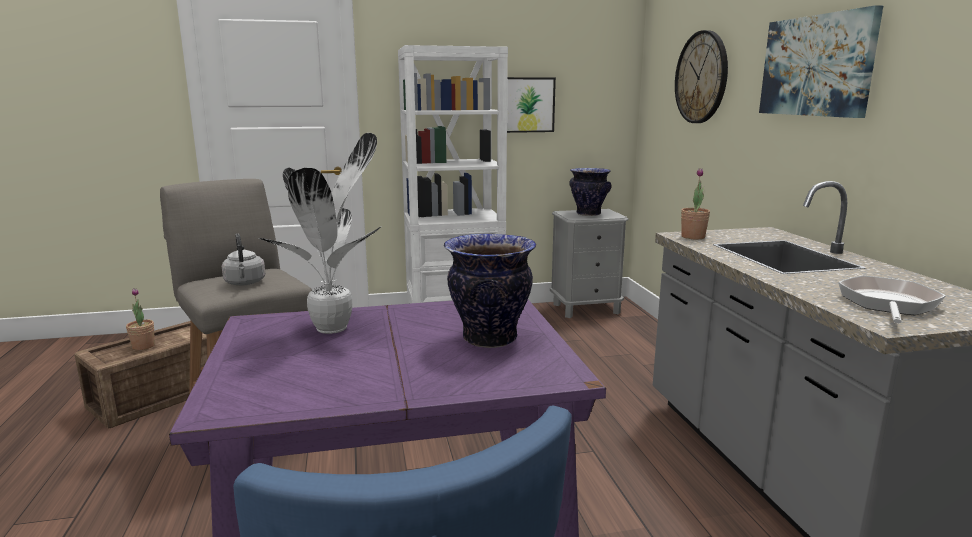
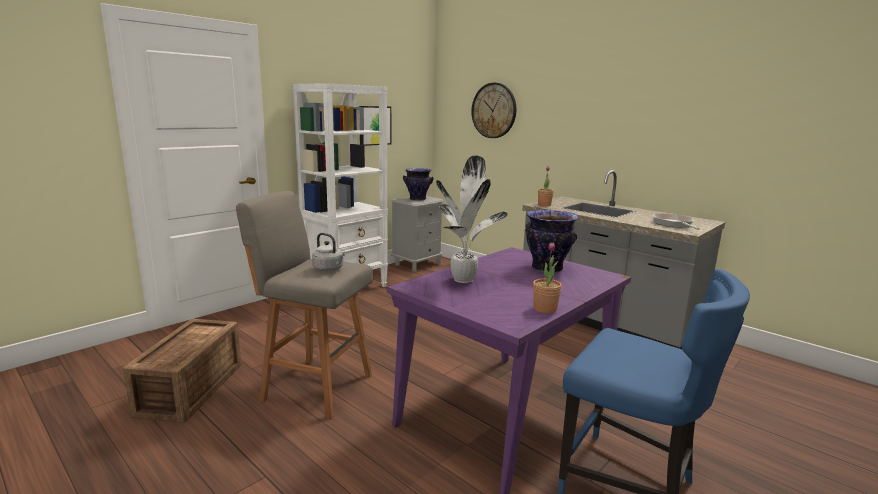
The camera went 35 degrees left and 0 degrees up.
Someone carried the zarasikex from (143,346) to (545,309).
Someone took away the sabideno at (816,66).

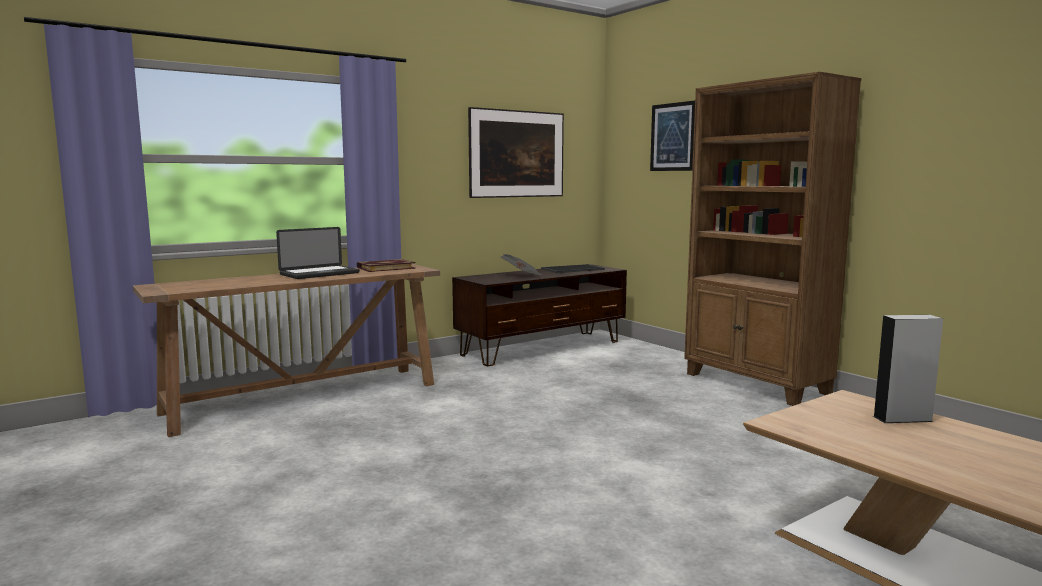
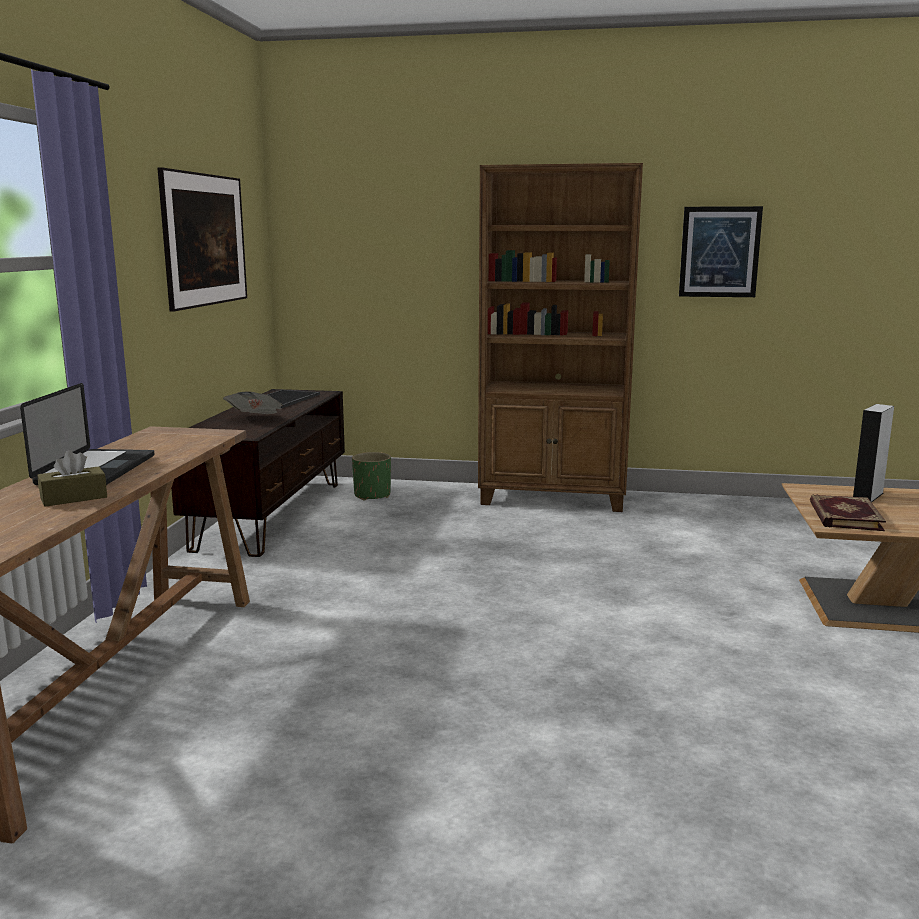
The camera went 45 degrees left and 5 degrees up.
Someone carried the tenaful from (385,268) to (843,516).
Someone carried the sabideno from (673,137) to (719,252).
Someone put down the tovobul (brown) at (74,498).
Someone put down the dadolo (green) at (372,495).

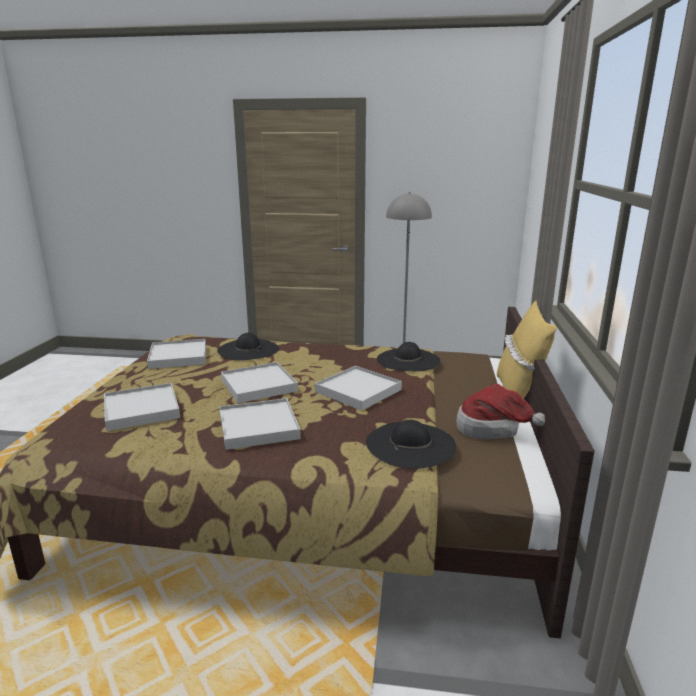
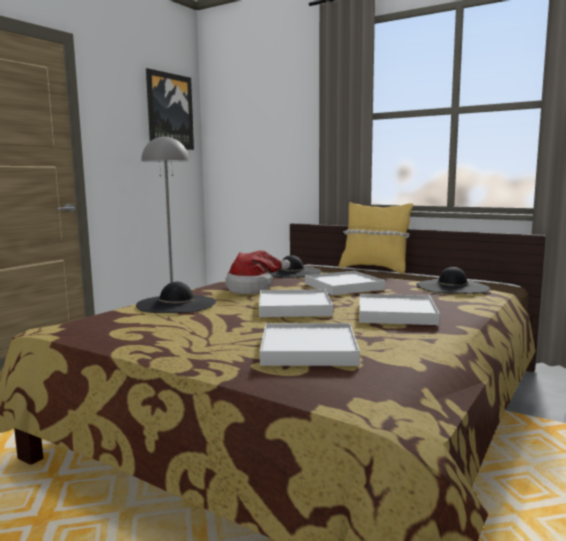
The camera went 65 degrees left and 10 degrees down.
Someone took away the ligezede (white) at (178,356).
Someone carried the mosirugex from (492,429) to (252,288).
Someone put up the sabideno at (169,111).

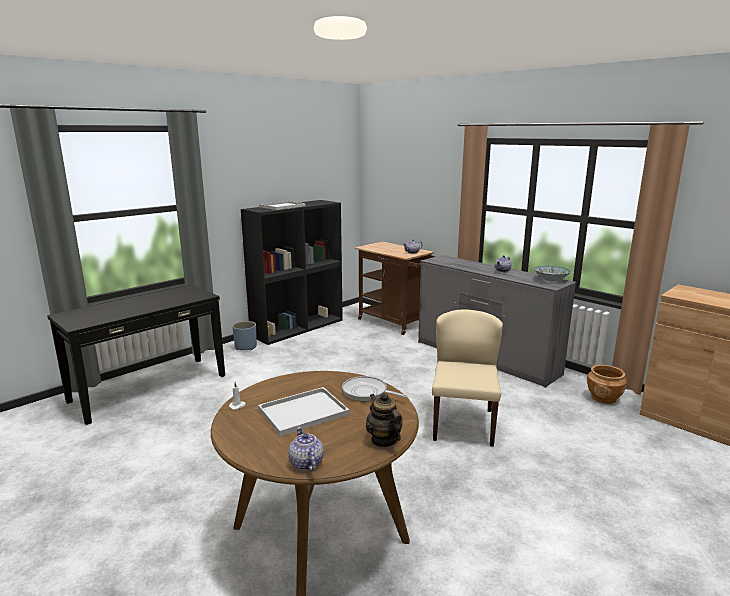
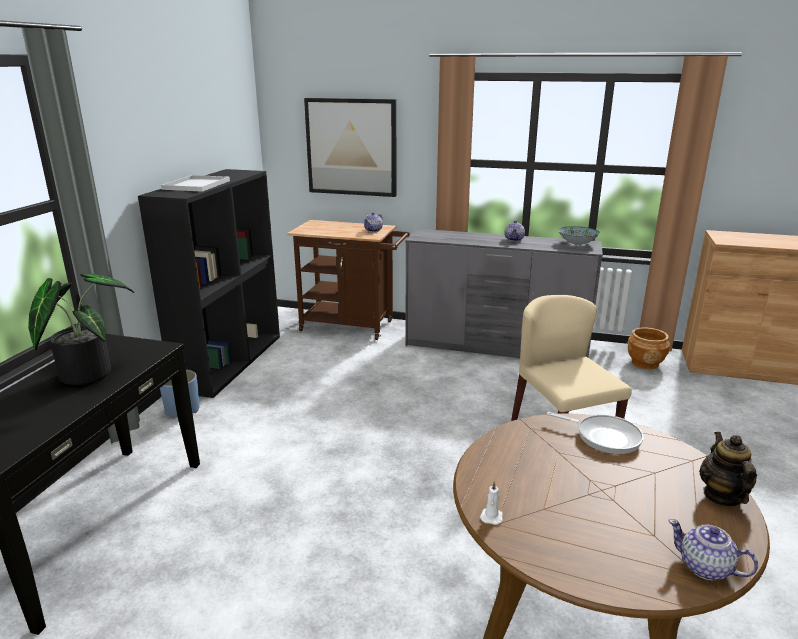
The camera went 30 degrees left and 5 degrees up.
Someone took away the ligezede (white) at (302,413).
Someone rotated the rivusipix at (367,392) by 150 degrees counterclockwise.
Someone rotated the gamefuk at (383,440) by 60 degrees clockwise.
Someone put down the zarasikex at (86,372).
Someone put up the sabideno at (351,147).

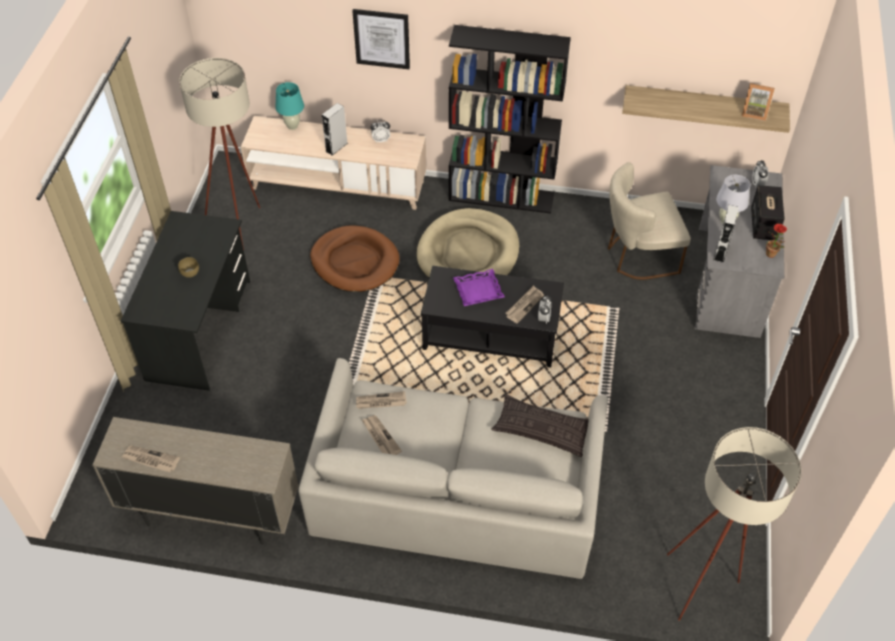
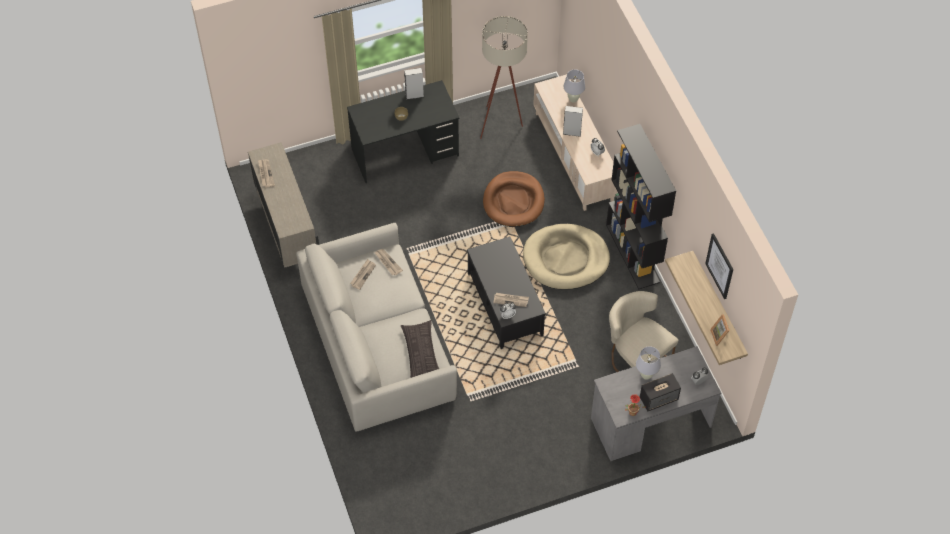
The camera went 60 degrees right and 5 degrees up.
Someone repainted the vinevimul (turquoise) at (292,126), which became the vinevimul (white) at (573,99).
Someone carried the sabideno from (382,38) to (720,266).
Someone took away the ligezede (purple) at (478,291).
Someone took away the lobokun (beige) at (704,585).
Someone carried the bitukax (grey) from (720,252) to (414,95).

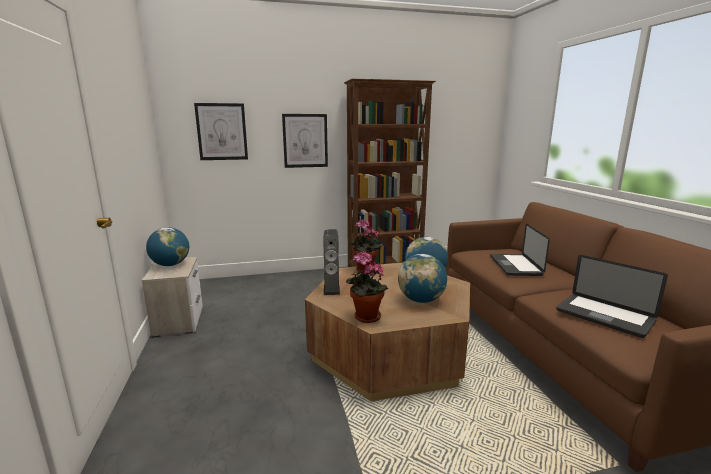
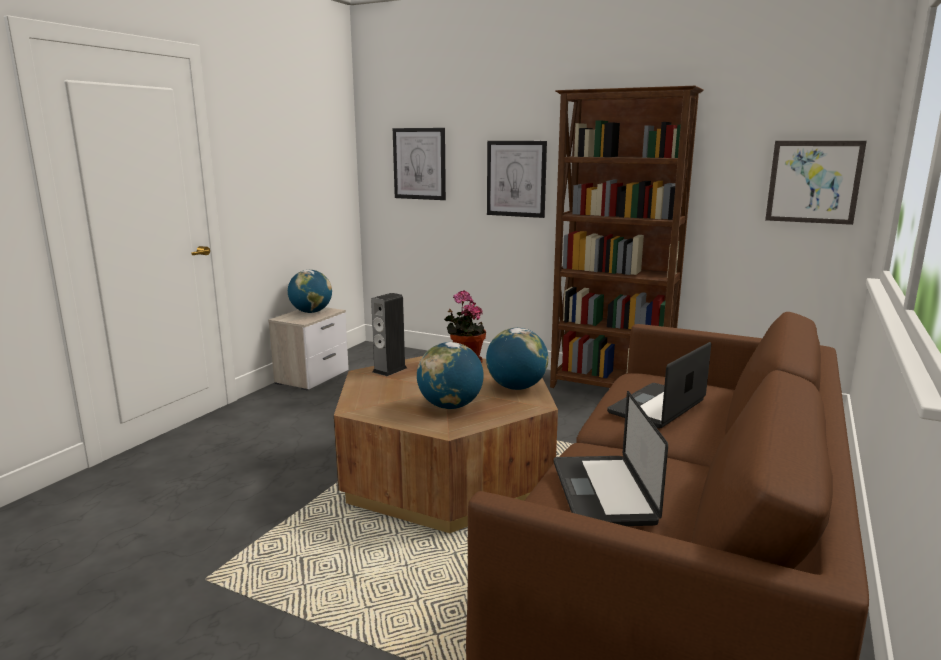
The camera went 40 degrees right and 0 degrees up.
Someone took away the zarasikex at (365,317).
Someone put up the sabideno at (813,182).

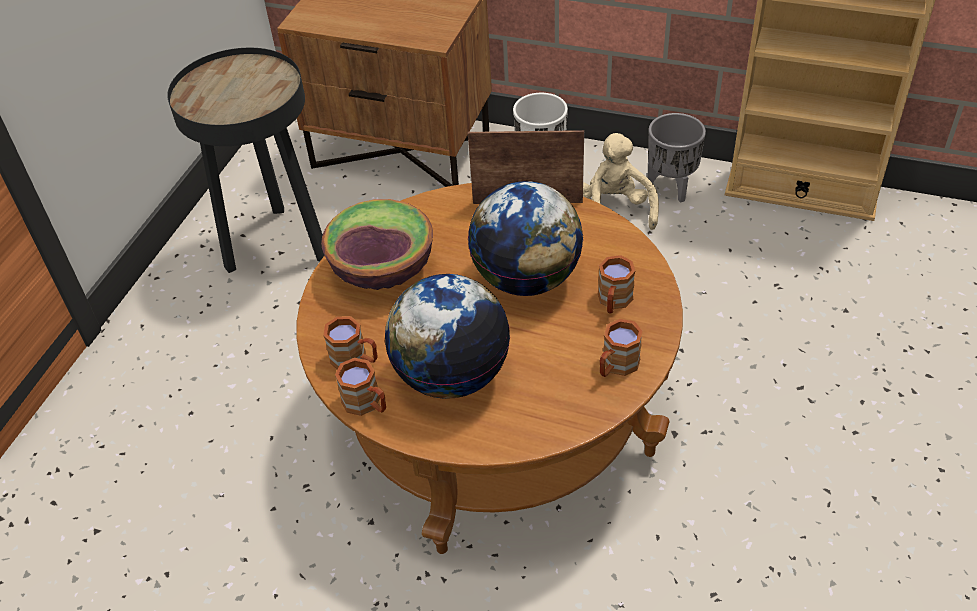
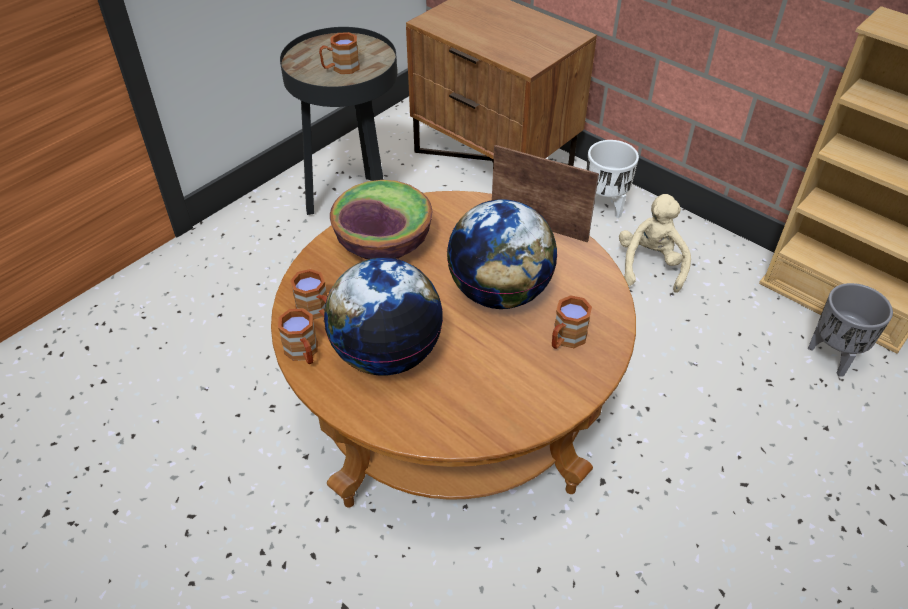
The camera went 20 degrees right and 0 degrees up.
Someone carried the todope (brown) from (616,366) to (340,68).
Someone carried the dadolo (grey) from (671,187) to (834,356).

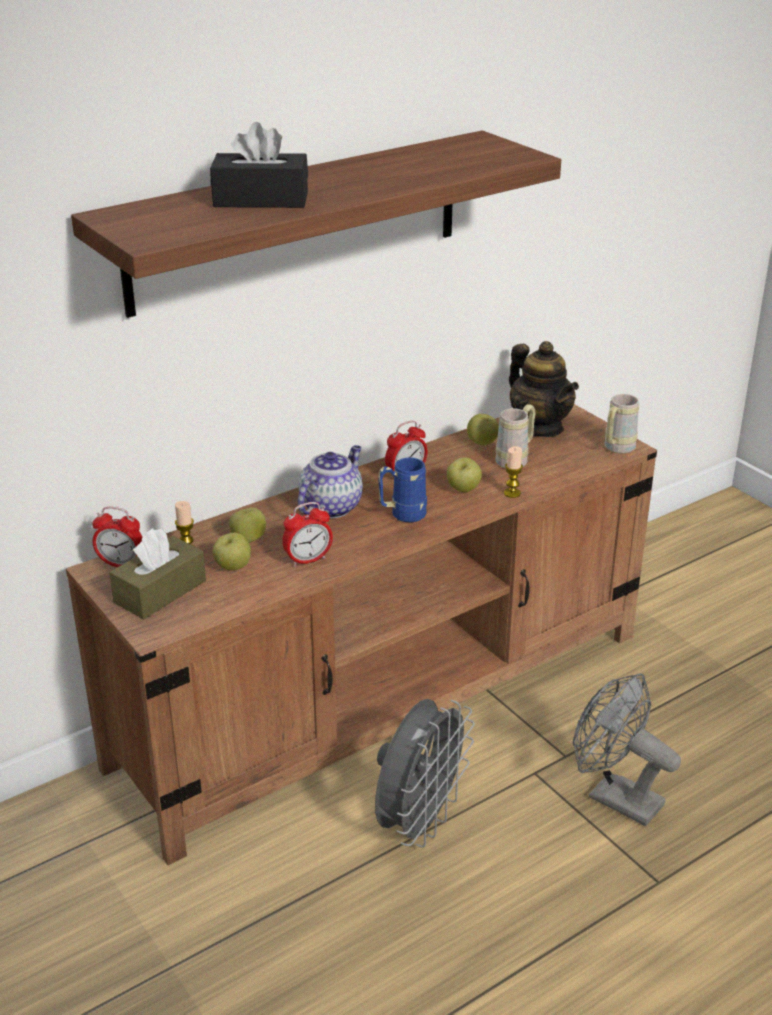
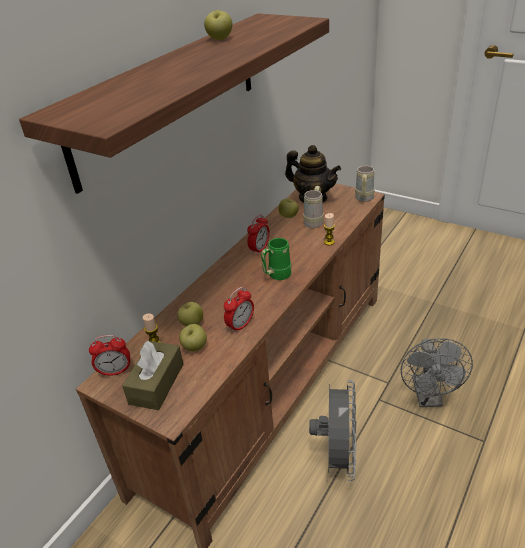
The camera went 20 degrees left and 5 degrees up.
Someone took away the tovobul (black) at (261,199).
Someone took away the gamefuk at (331,506).
Someone repainted the todope (blue) at (402,515), which became the todope (green) at (276,276).
Someone carried the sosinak from (463,490) to (220,39).
Someone rotated the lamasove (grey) at (614,797) by 105 degrees counterclockwise.

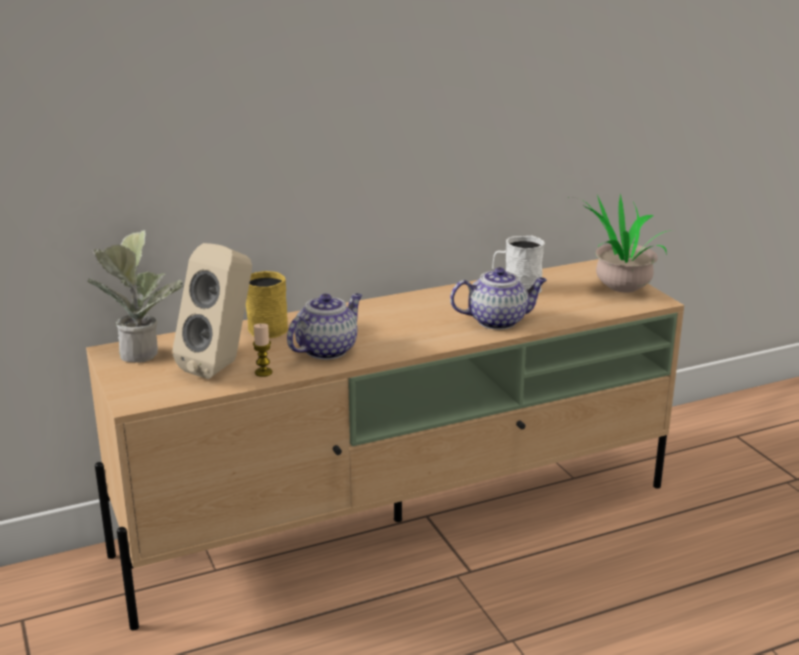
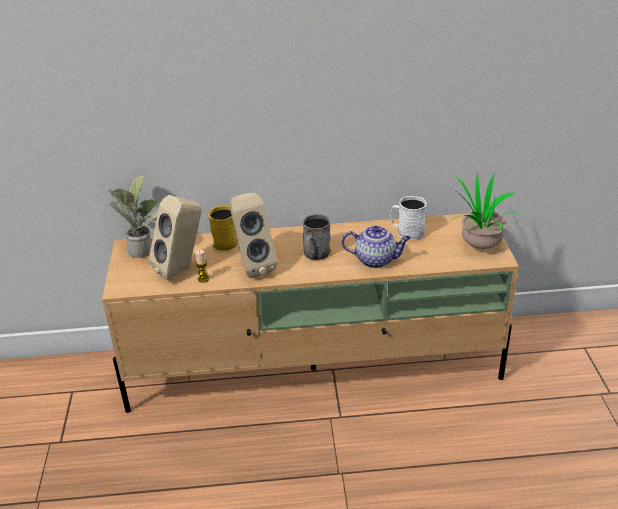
The camera went 20 degrees right and 10 degrees up.
Someone swapped the gamefuk at (327,350) for the bitukax (beige) at (251,266).
Someone put down the todope (grey) at (315,254).

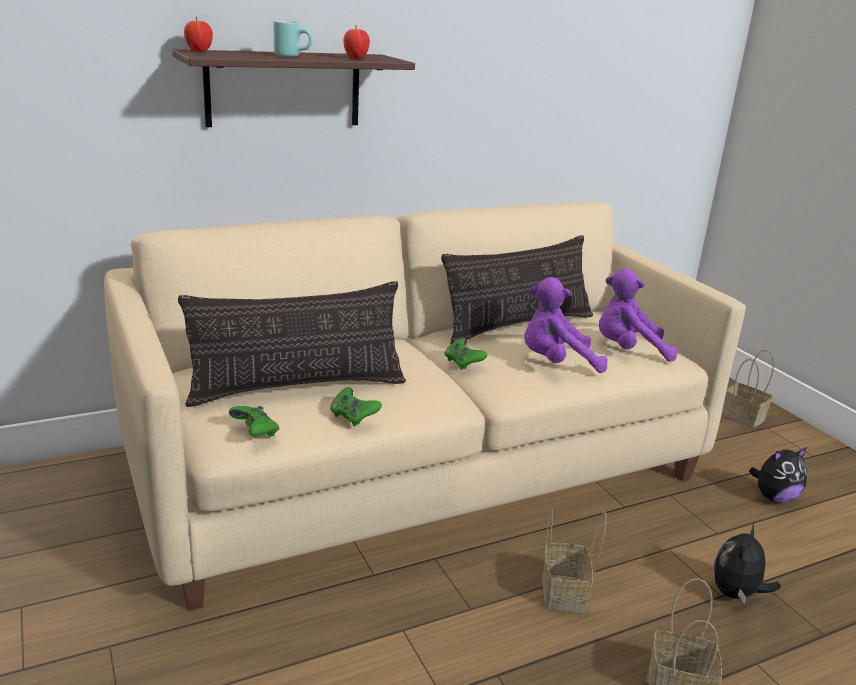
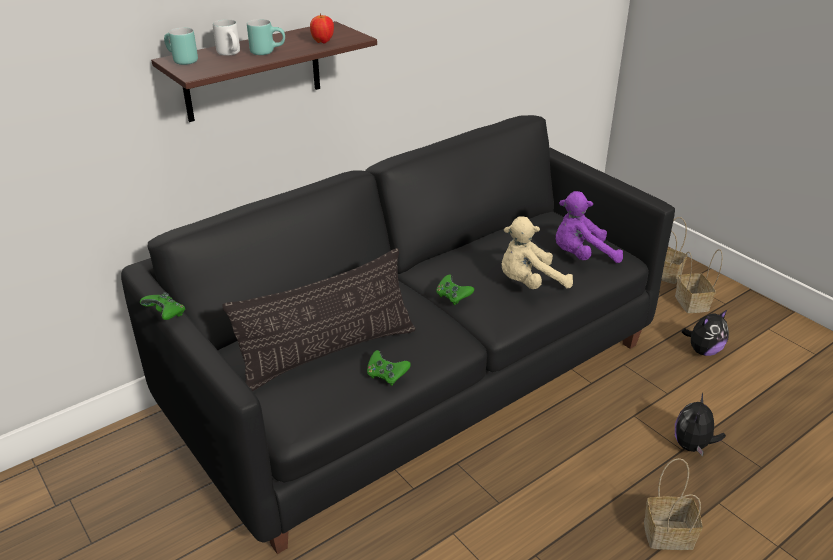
The camera went 10 degrees left and 10 degrees up.
Someone repainted the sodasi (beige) at (420,466), which became the sodasi (black) at (416,376).
Someone swapped the sosinak at (199,51) for the todope (turquoise) at (180,61).
Someone carried the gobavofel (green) from (256,433) to (166,315).
Someone took away the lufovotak at (518,326).
Someone repainted the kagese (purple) at (556,363), which became the kagese (beige) at (529,283).
Someone carried the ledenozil from (564,594) to (693,304).
Someone put down the todope (white) at (232,54).

